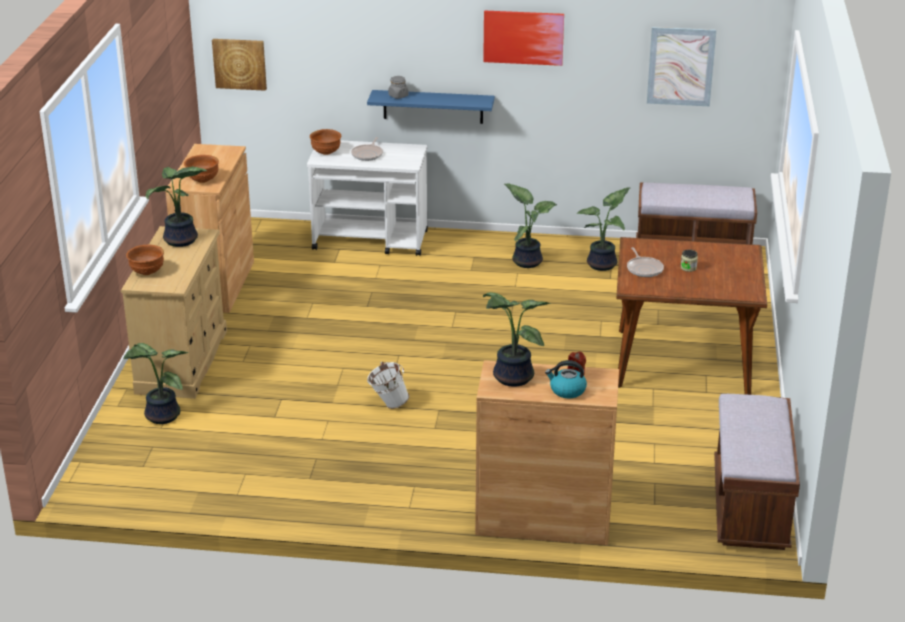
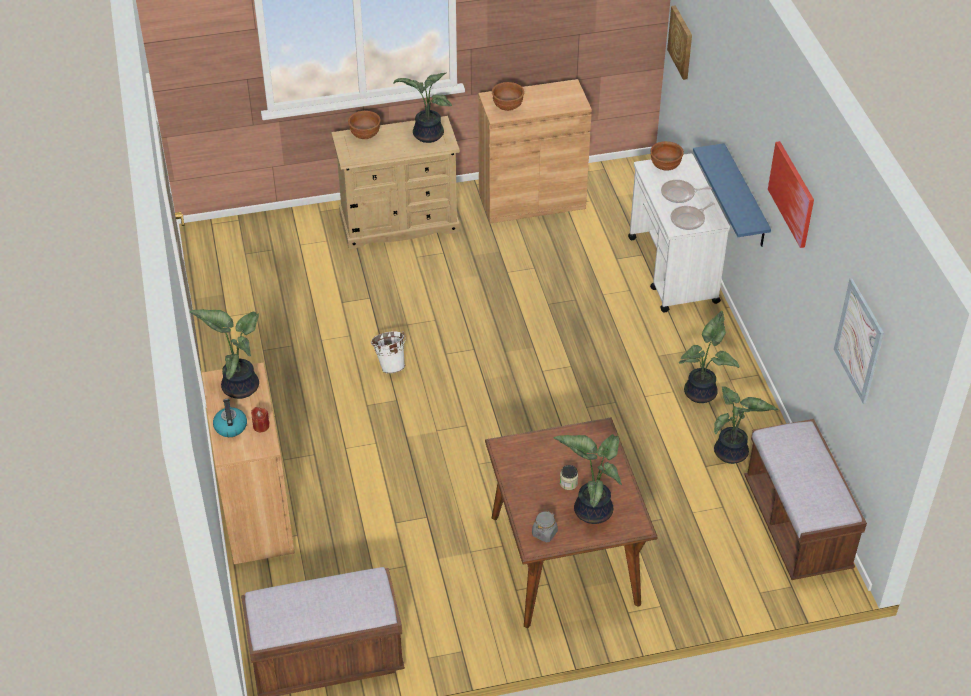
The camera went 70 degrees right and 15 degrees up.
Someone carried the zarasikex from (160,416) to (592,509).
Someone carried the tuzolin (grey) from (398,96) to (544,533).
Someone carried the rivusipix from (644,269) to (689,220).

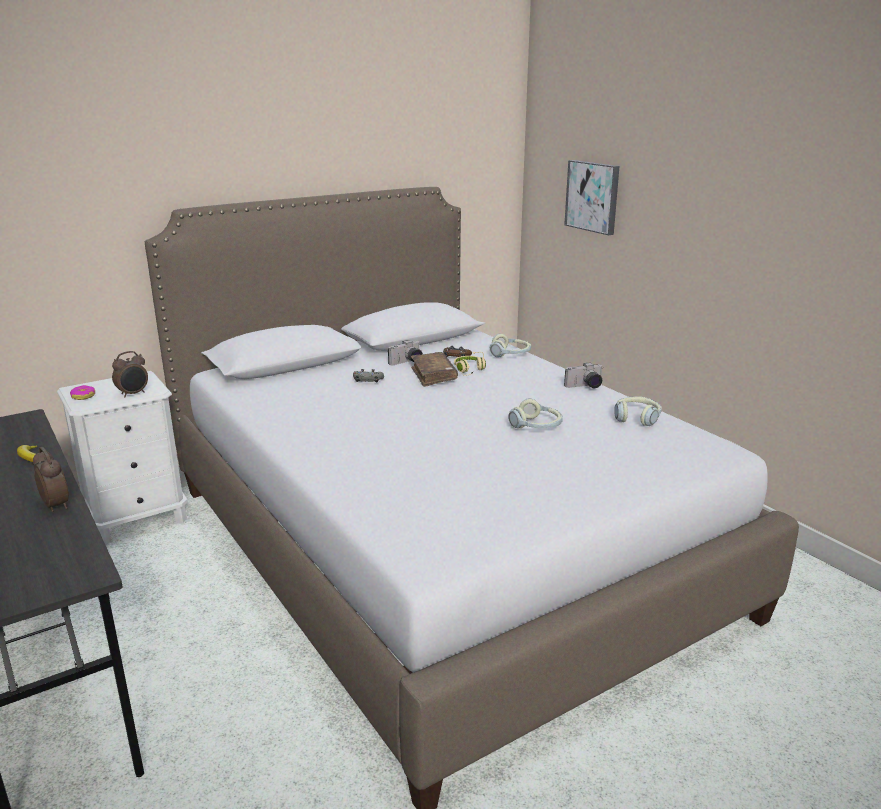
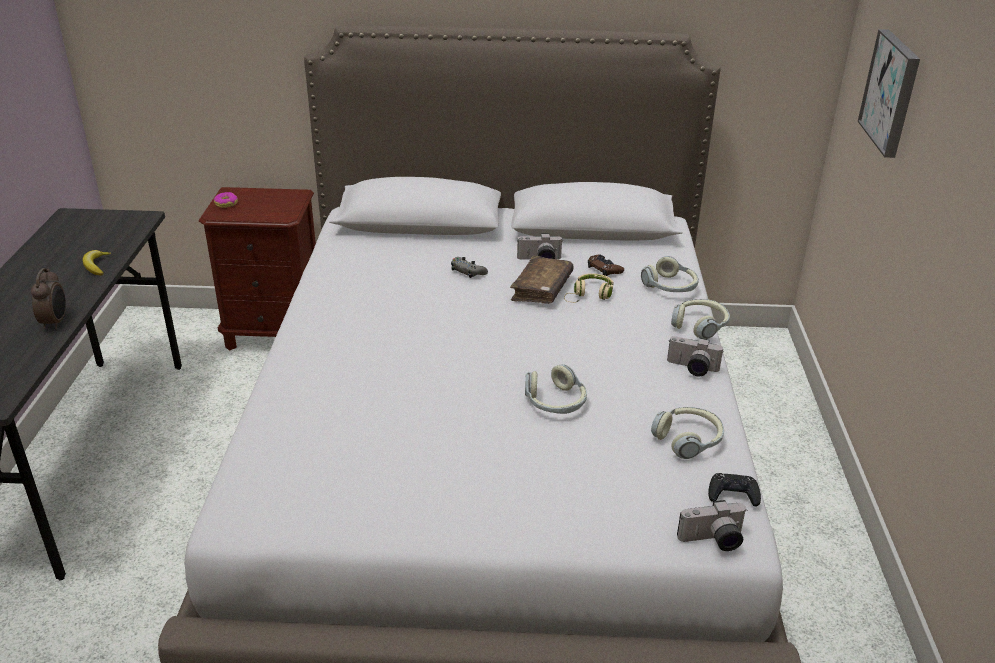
The camera went 35 degrees right and 10 degrees up.
Someone repainted the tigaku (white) at (137,519), which became the tigaku (brown) at (275,333).
Someone took away the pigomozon at (133,394).
Someone put down the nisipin at (700,325).
Someone put down the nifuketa at (713,541).
Someone put down the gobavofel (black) at (733,494).

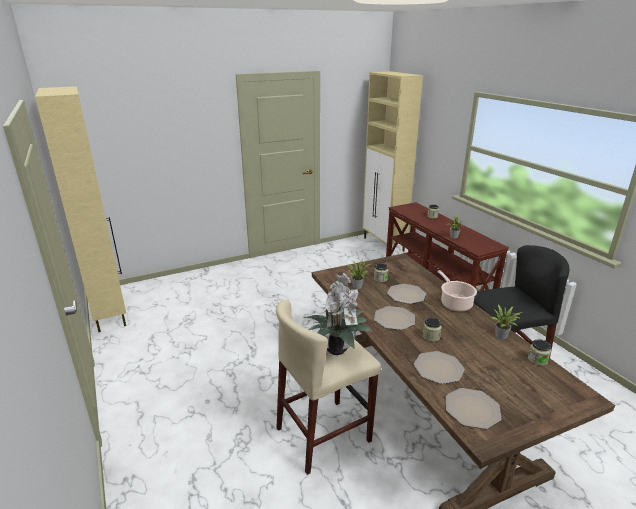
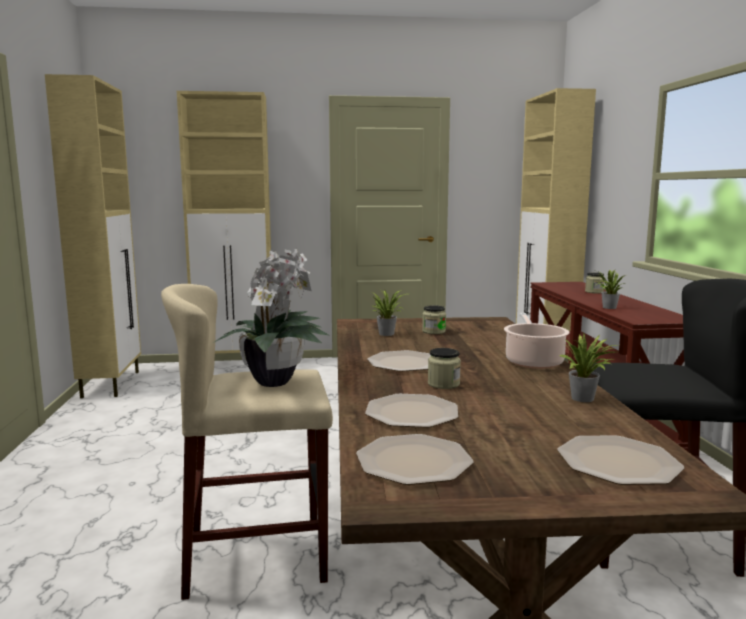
The camera went 20 degrees right and 15 degrees down.
Someone carried the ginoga from (406,294) to (617,462).
Someone took away the tuzolin at (537,360).
Someone put down the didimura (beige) at (236,365).

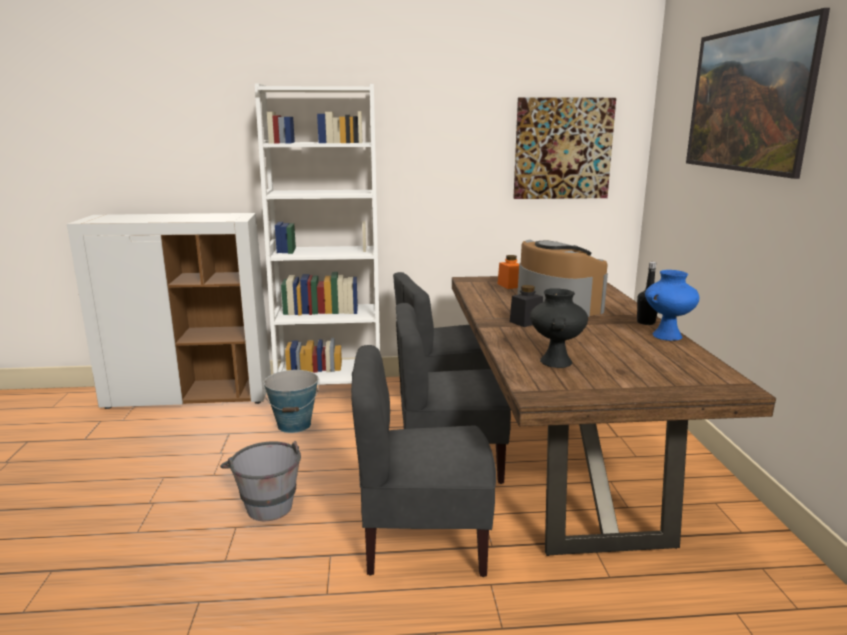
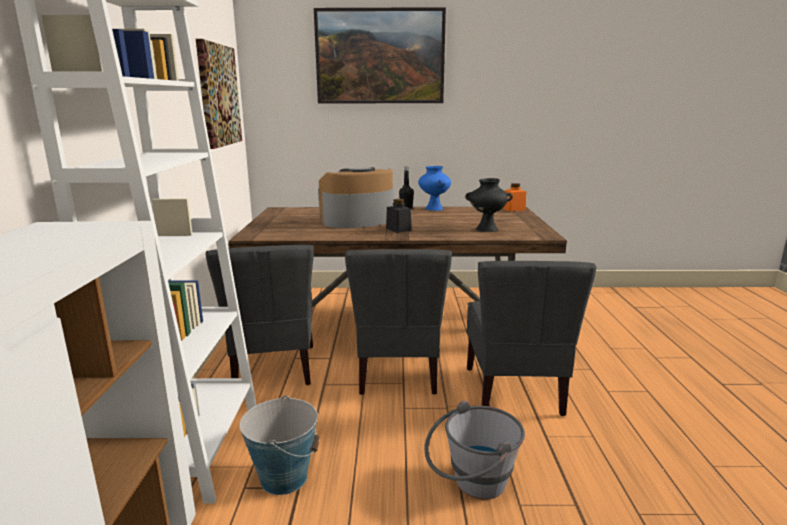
The camera went 85 degrees left and 0 degrees up.
Someone carried the tuzolin (orange) from (510,285) to (513,209).

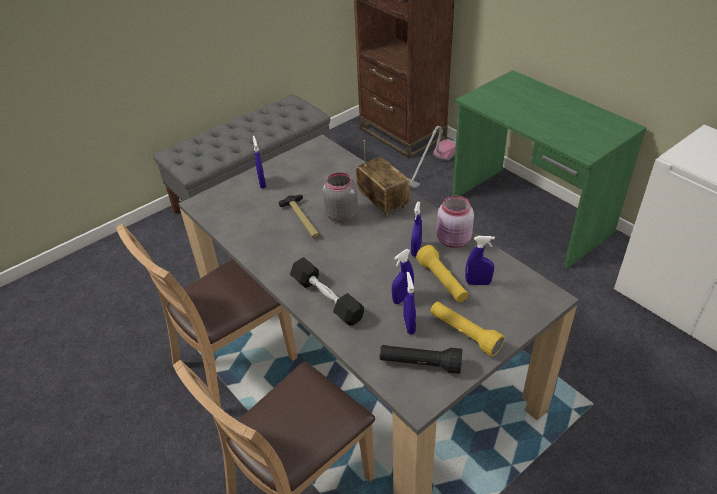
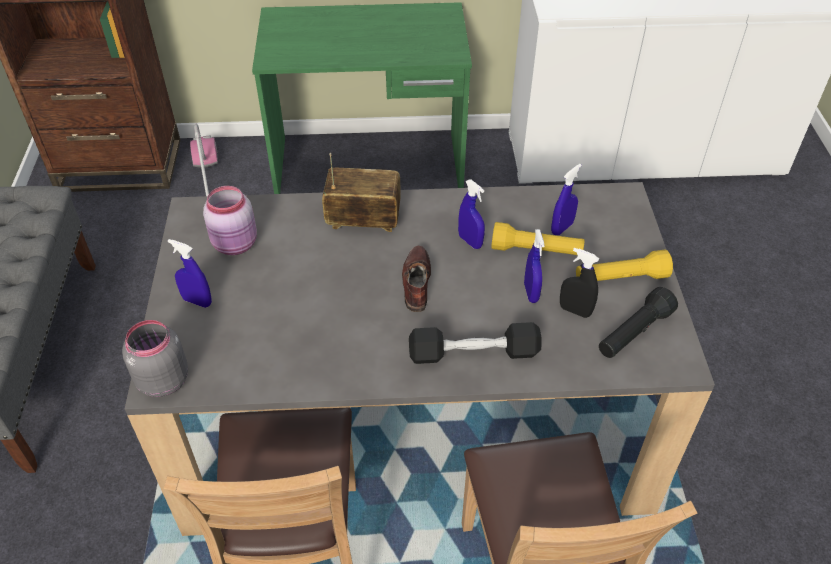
The camera went 55 degrees left and 5 degrees up.
Someone took away the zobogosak at (303,220).
Someone carried the tuzolin (grey) from (341,214) to (162,380).
Someone repainted the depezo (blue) at (409,325), which became the depezo (black) at (575,311).
Someone carried the tuzolin (pink) from (453,241) to (236,244).
Someone put down the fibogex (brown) at (416,283).

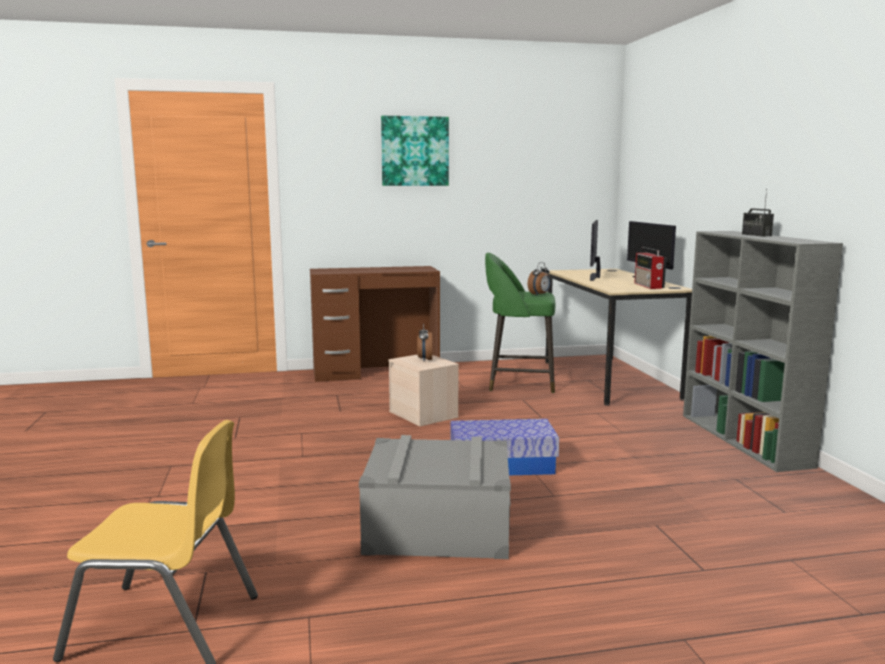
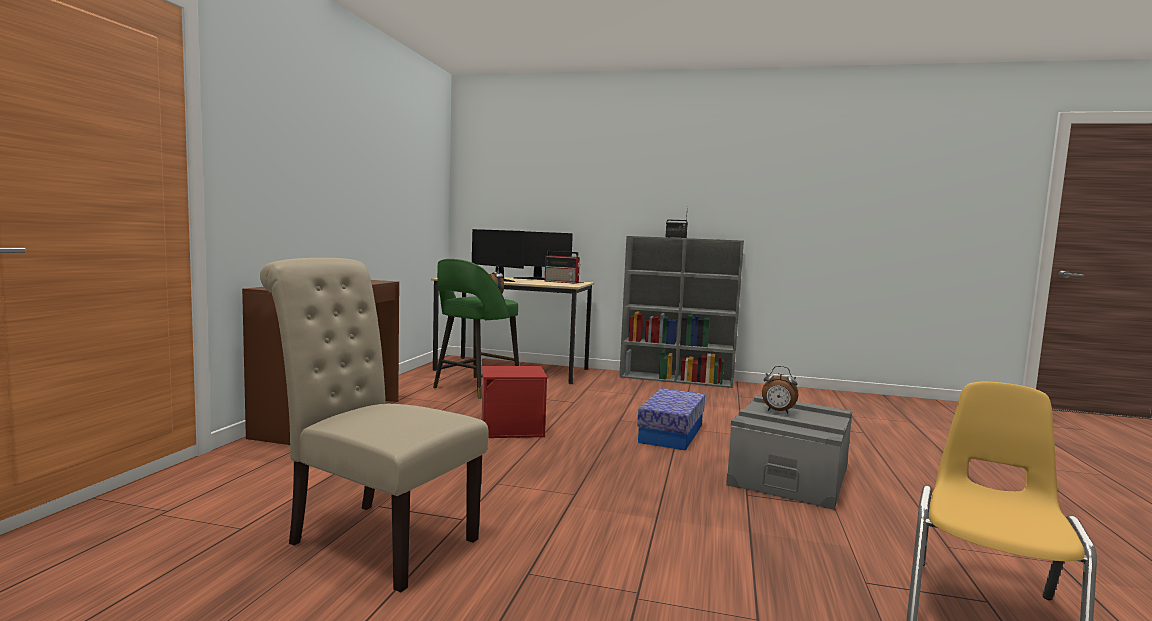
The camera went 65 degrees left and 5 degrees down.
Someone took away the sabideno at (414,151).
Someone repainted the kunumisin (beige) at (424,414), which became the kunumisin (red) at (512,429).
Someone carried the pigomozon from (424,359) to (777,412).
Someone put down the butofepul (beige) at (374,539).

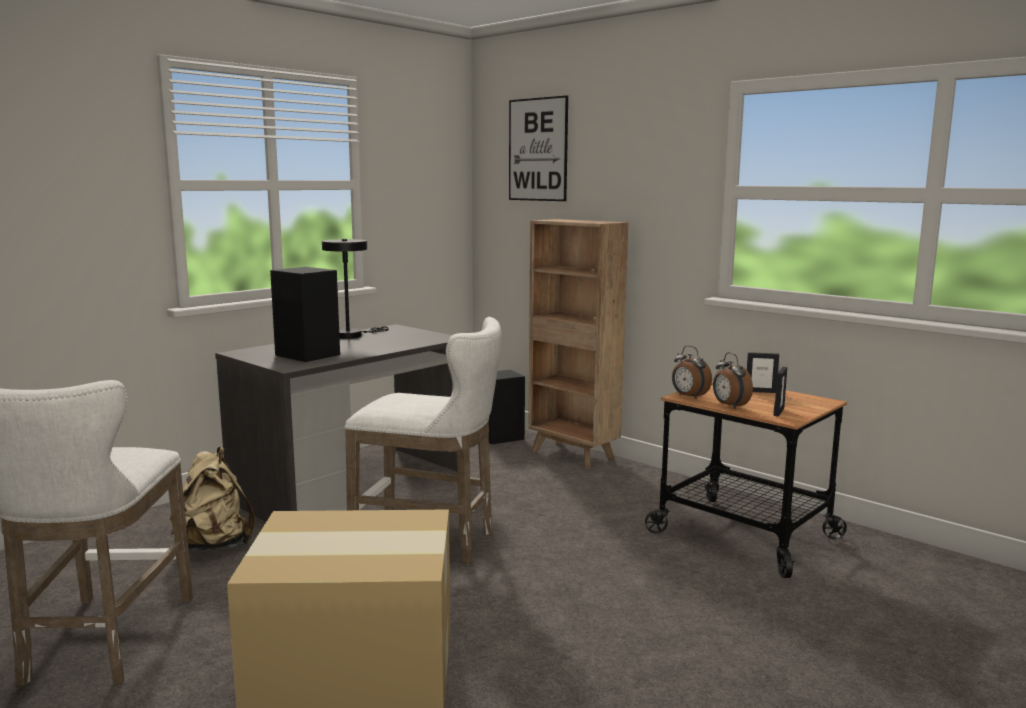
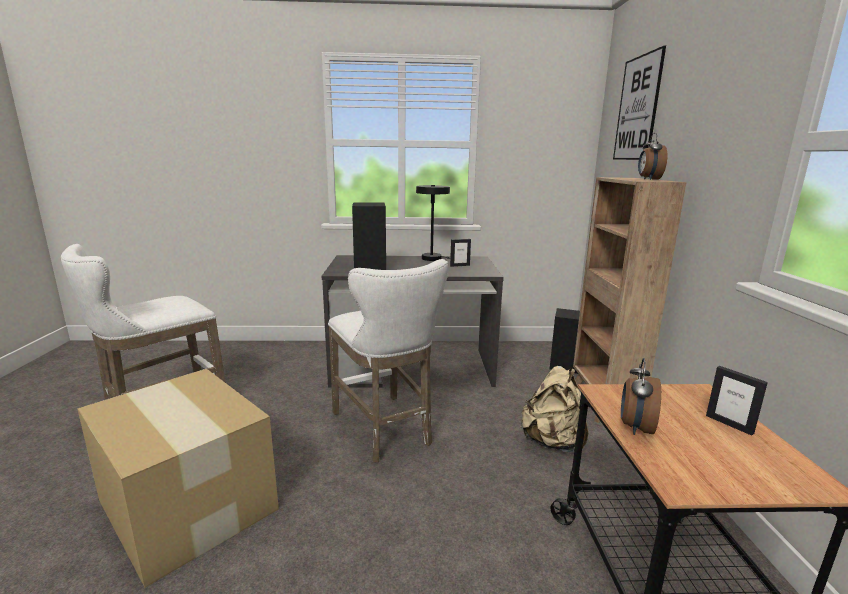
The camera went 45 degrees right and 5 degrees up.
Someone carried the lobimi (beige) from (214,545) to (552,442).
Someone carried the pigomozon from (688,397) to (648,179).
Someone carried the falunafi from (778,412) to (459,265).

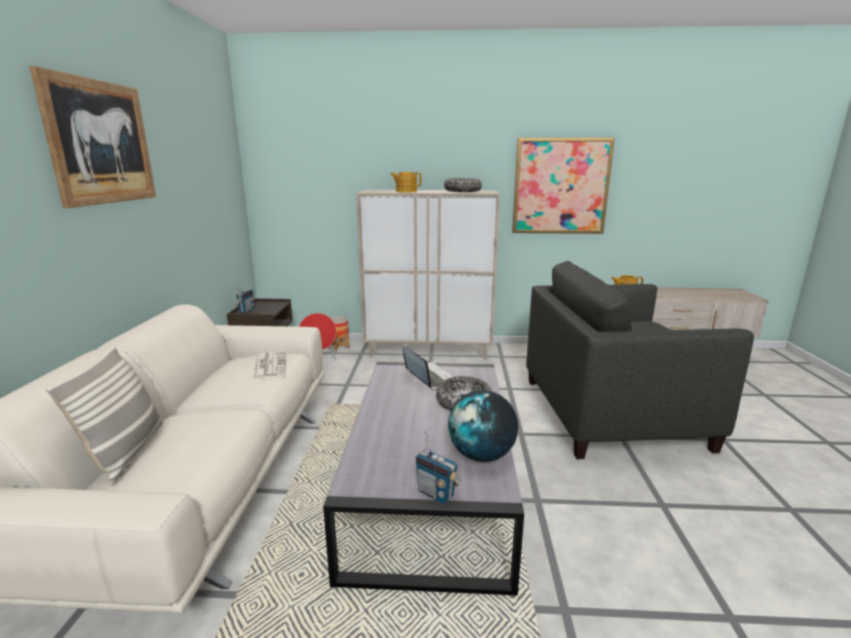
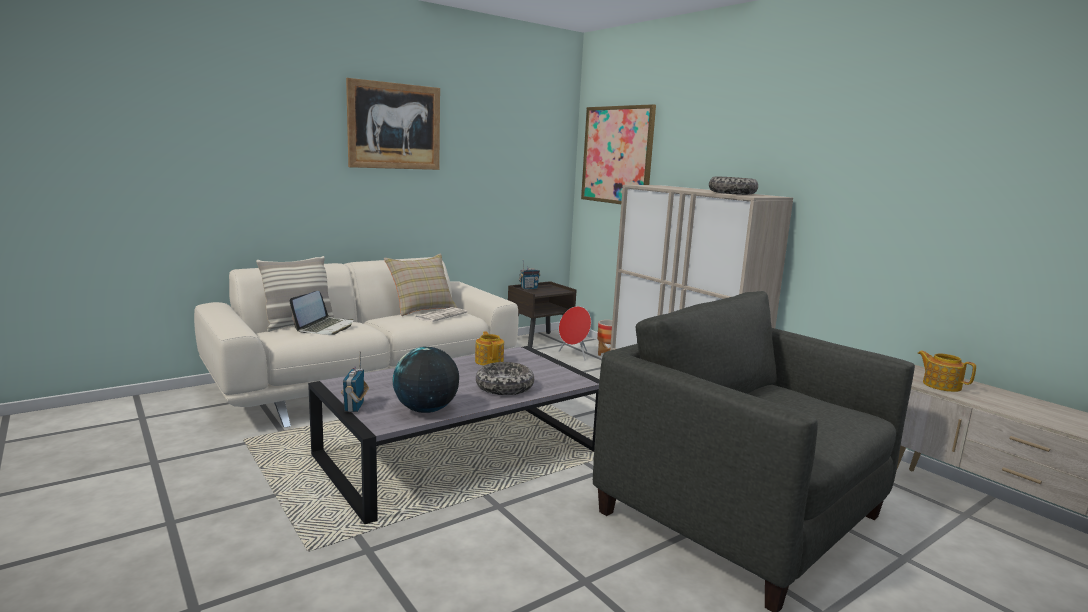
The camera went 50 degrees right and 5 degrees down.
Someone carried the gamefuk from (406,191) to (489,361).
Someone carried the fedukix from (428,378) to (325,327).
Someone carried the sabideno from (560,186) to (617,155).
Someone put down the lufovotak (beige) at (422,309).

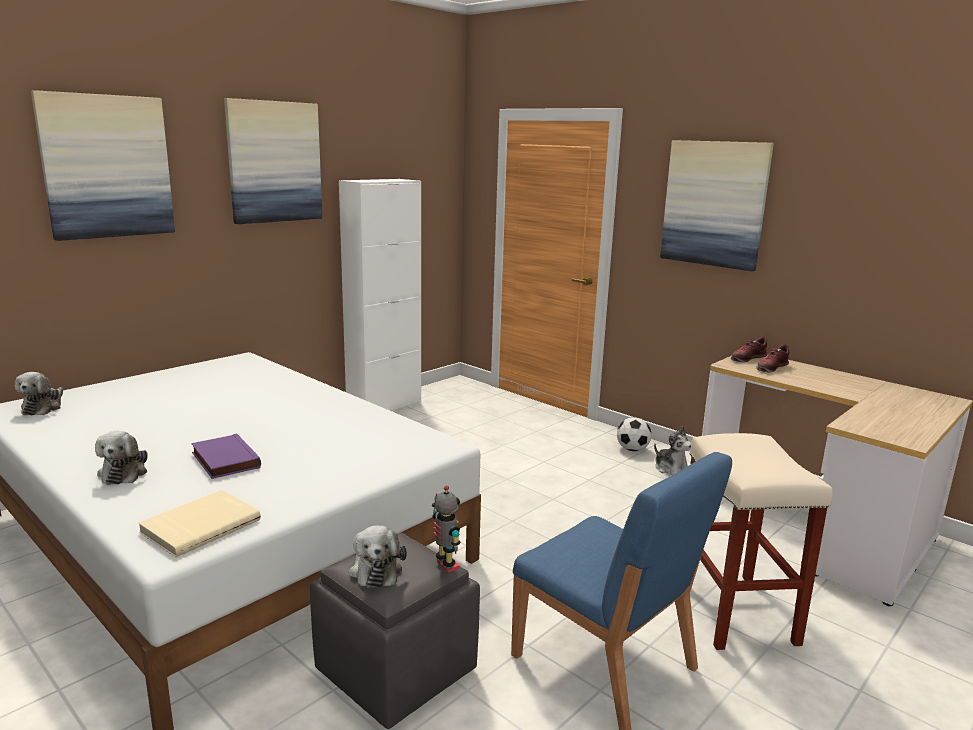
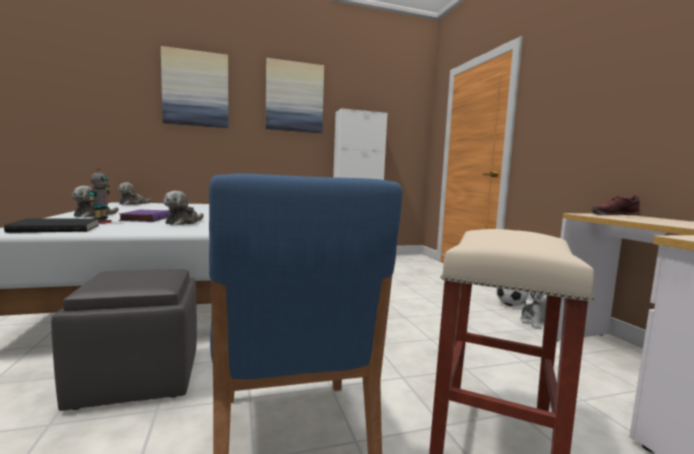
The camera went 30 degrees right and 10 degrees down.
Someone repainted the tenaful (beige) at (200,525), which became the tenaful (black) at (56,228).
Someone carried the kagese from (376,569) to (183,222).
Someone carried the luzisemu from (446,566) to (101,222).
Someone took away the sabideno at (714,204).
Someone took away the fibogex at (771,367).

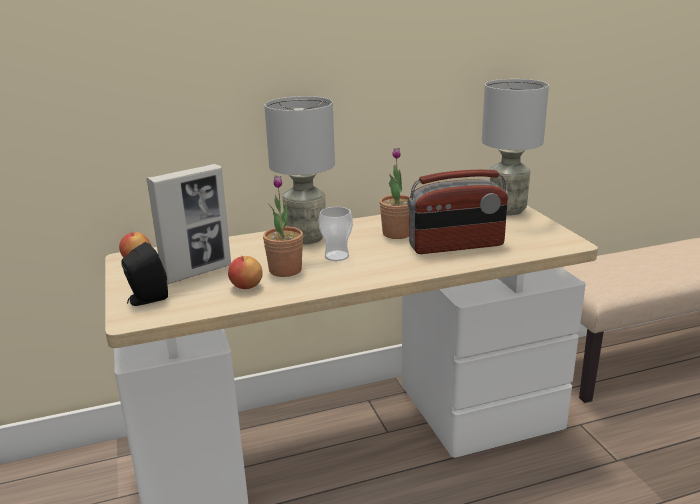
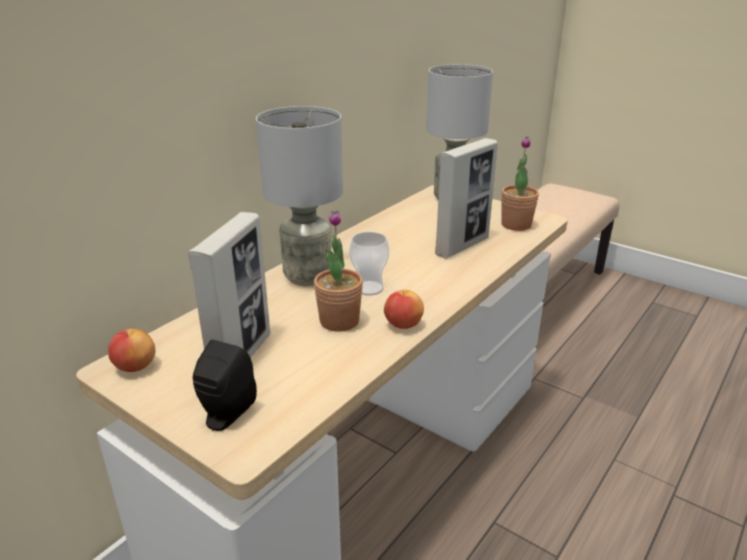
The camera went 35 degrees left and 5 degrees up.
Someone carried the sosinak from (246,287) to (403,325).
Someone carried the zarasikex from (397,233) to (516,225).
Someone swapped the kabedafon at (456,246) for the falunafi at (462,246).

